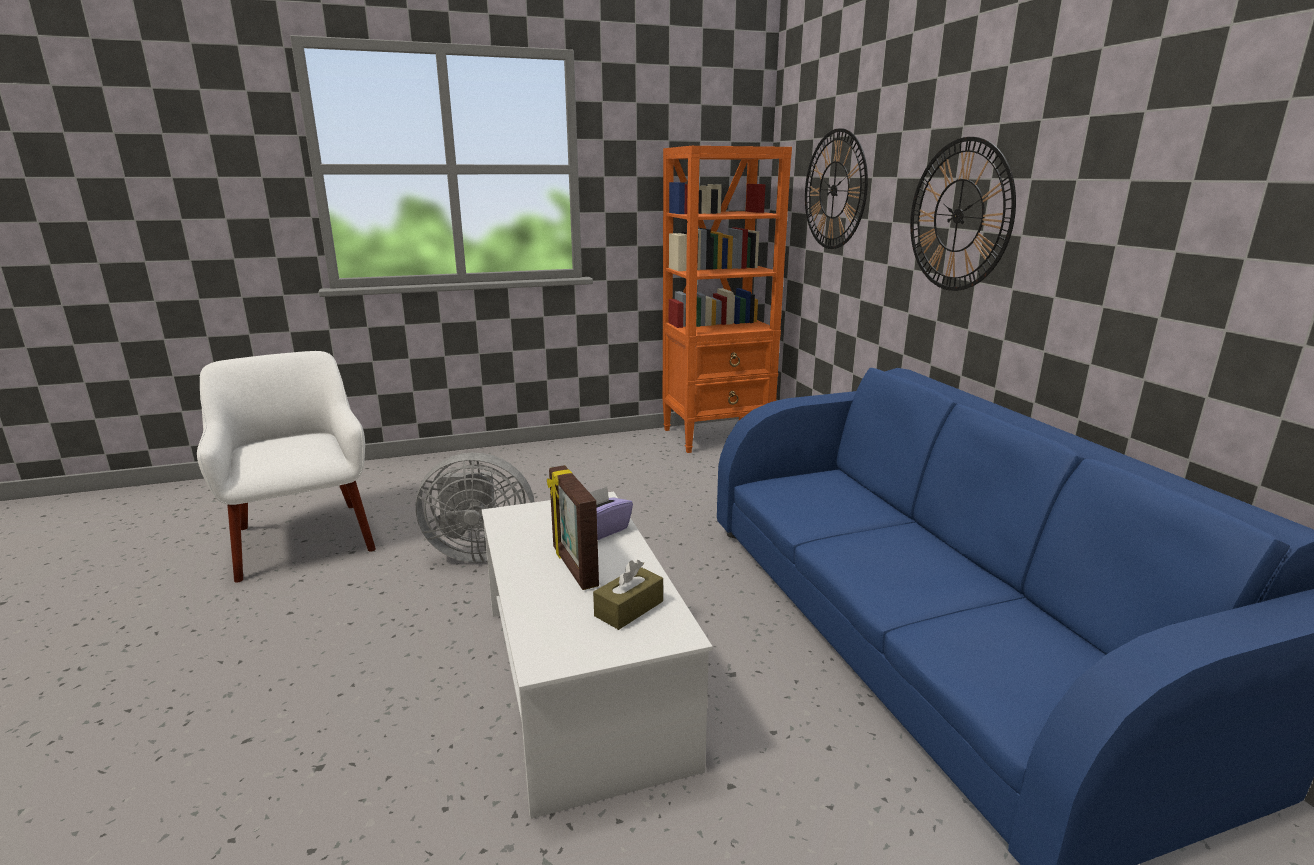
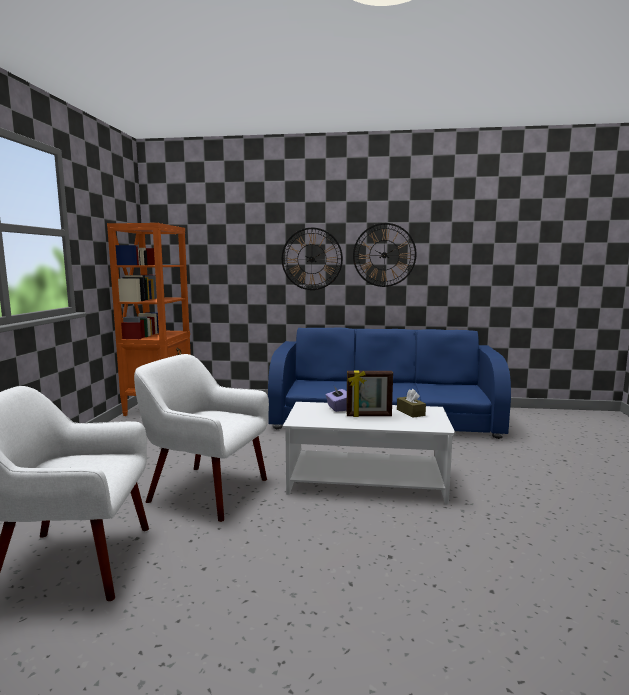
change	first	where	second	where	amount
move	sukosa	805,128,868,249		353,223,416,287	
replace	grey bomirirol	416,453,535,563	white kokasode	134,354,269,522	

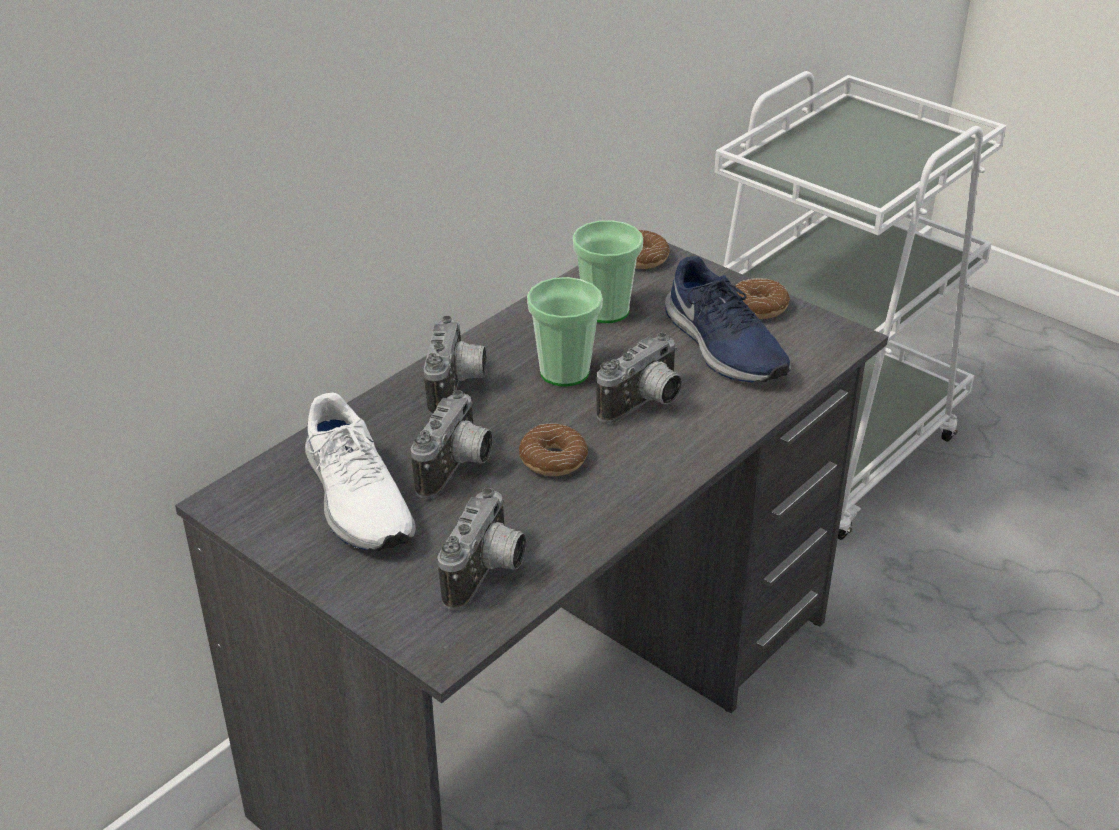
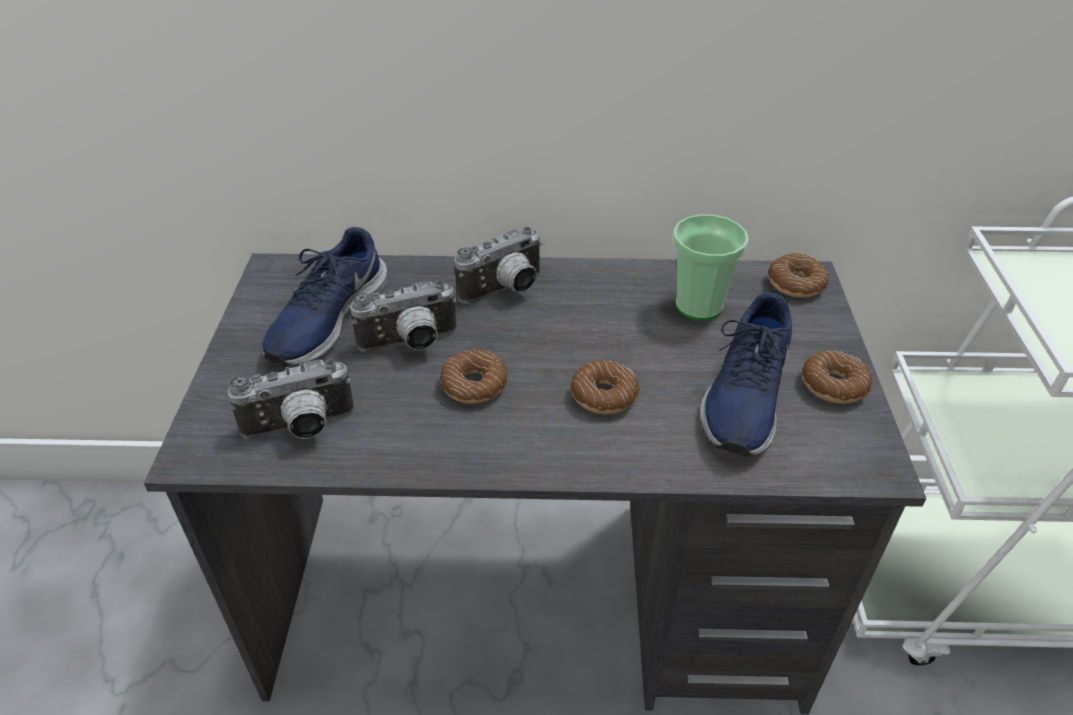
change	first	where	second	where	amount
delete	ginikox	527,277,603,387			
replace	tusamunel	596,333,682,423	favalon	570,360,640,415	
recolor	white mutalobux	305,393,416,551	blue mutalobux	262,227,387,366	

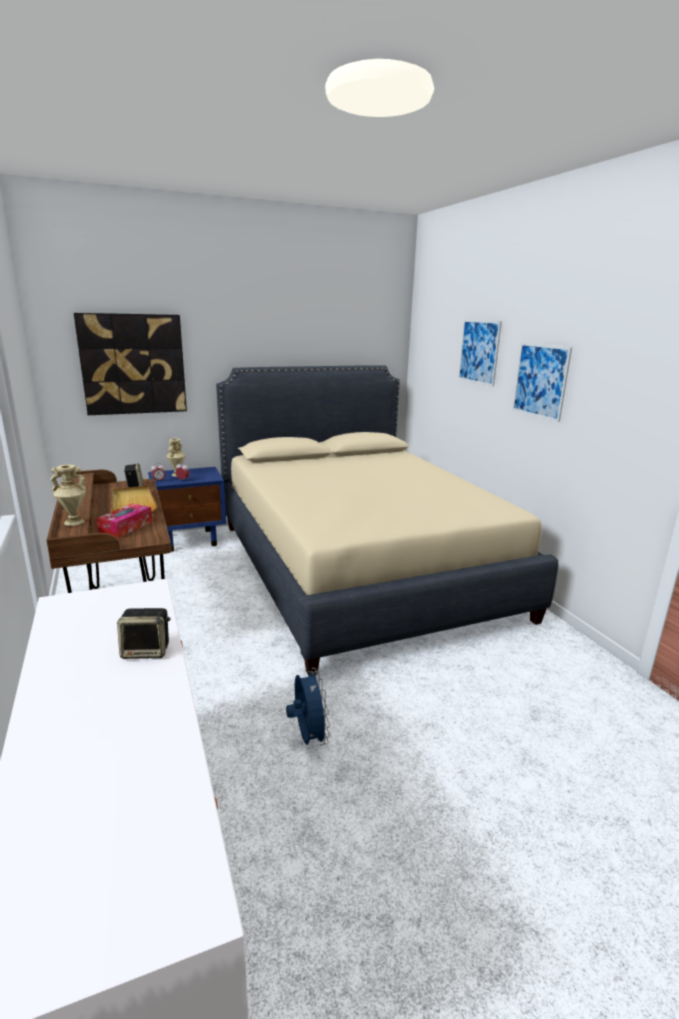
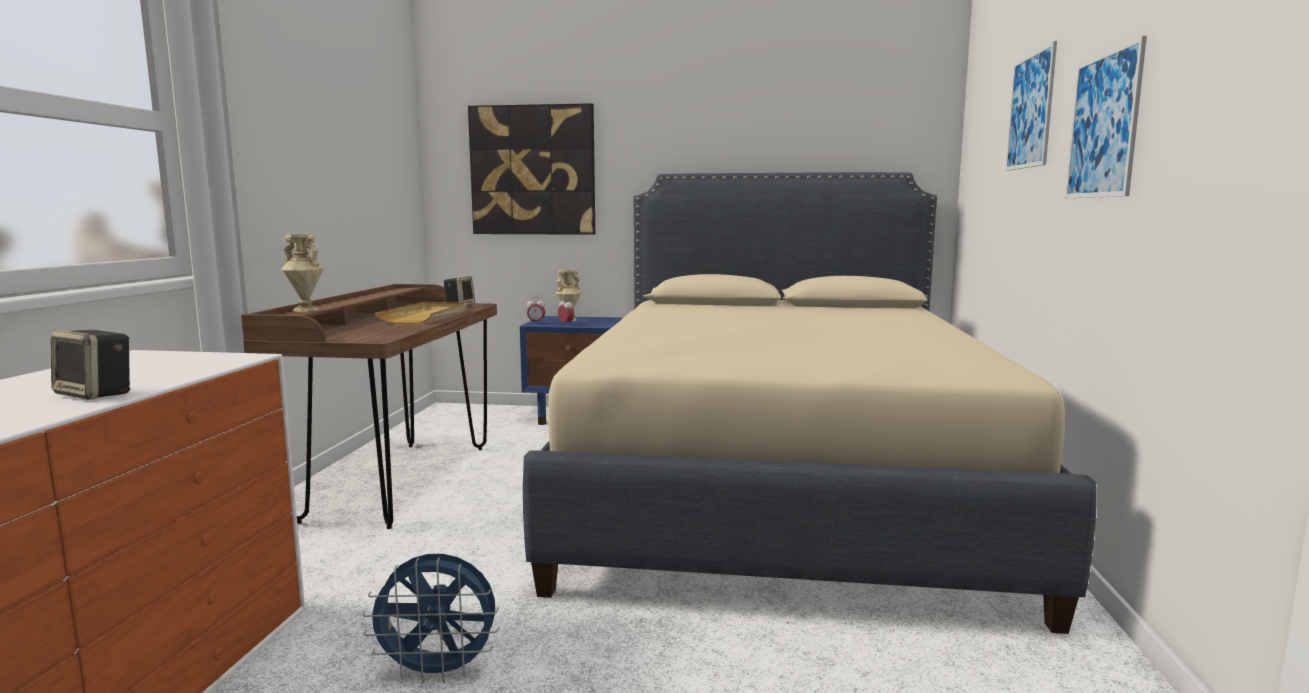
change	first	where	second	where	amount
delete	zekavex	96,503,152,538			
rotate	blue bomirirol	286,668,330,746		362,554,499,684	75 degrees clockwise

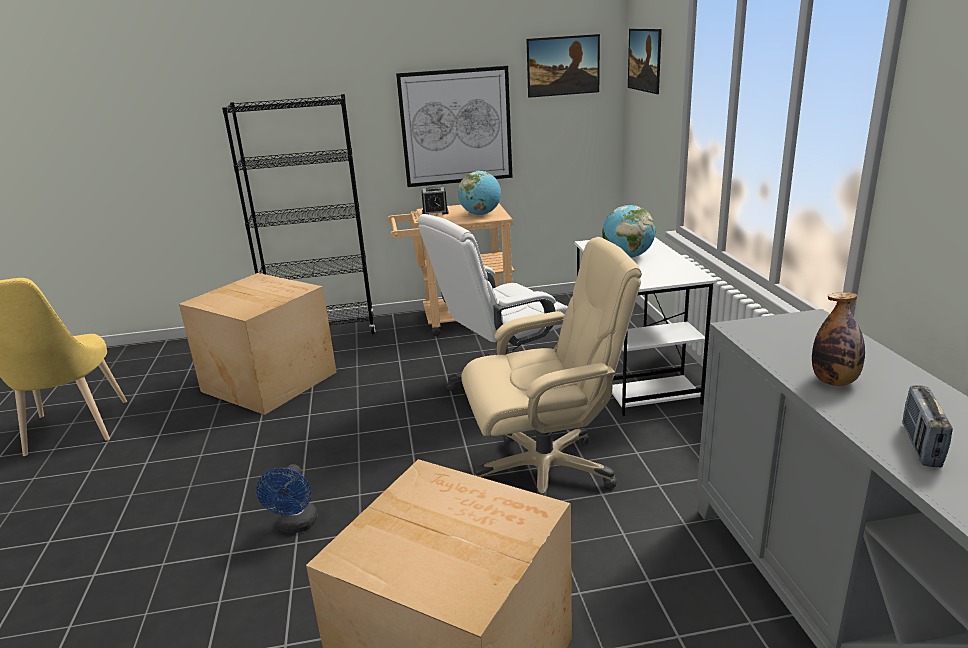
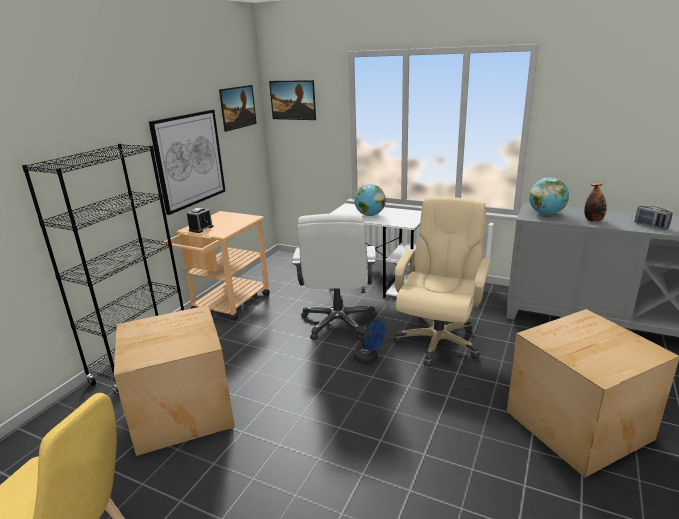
change	first	where	second	where	amount
move	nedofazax	458,171,501,215		529,177,569,215	
move	blue bomirirol	256,464,318,533		354,320,385,364	

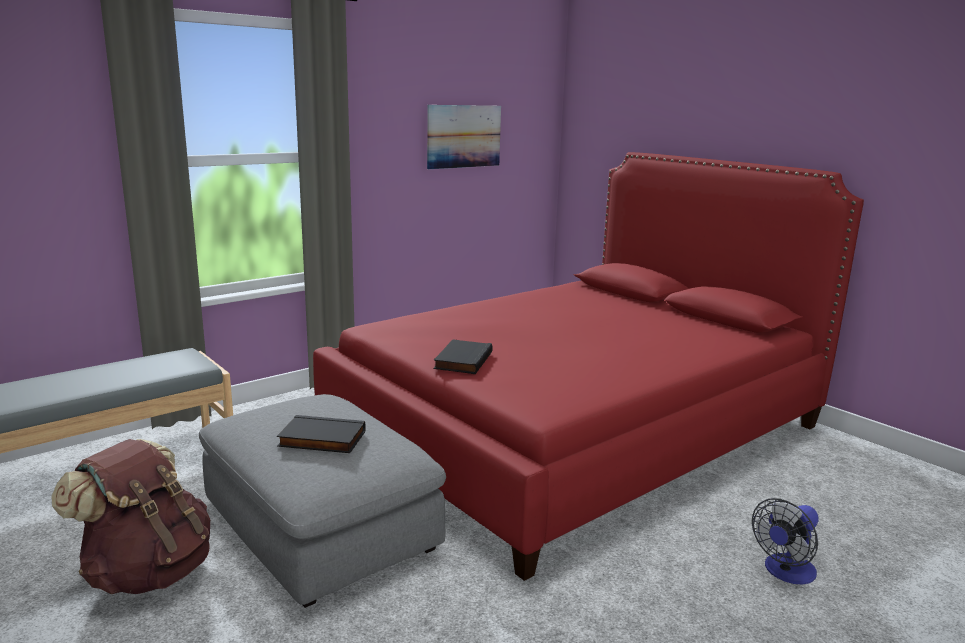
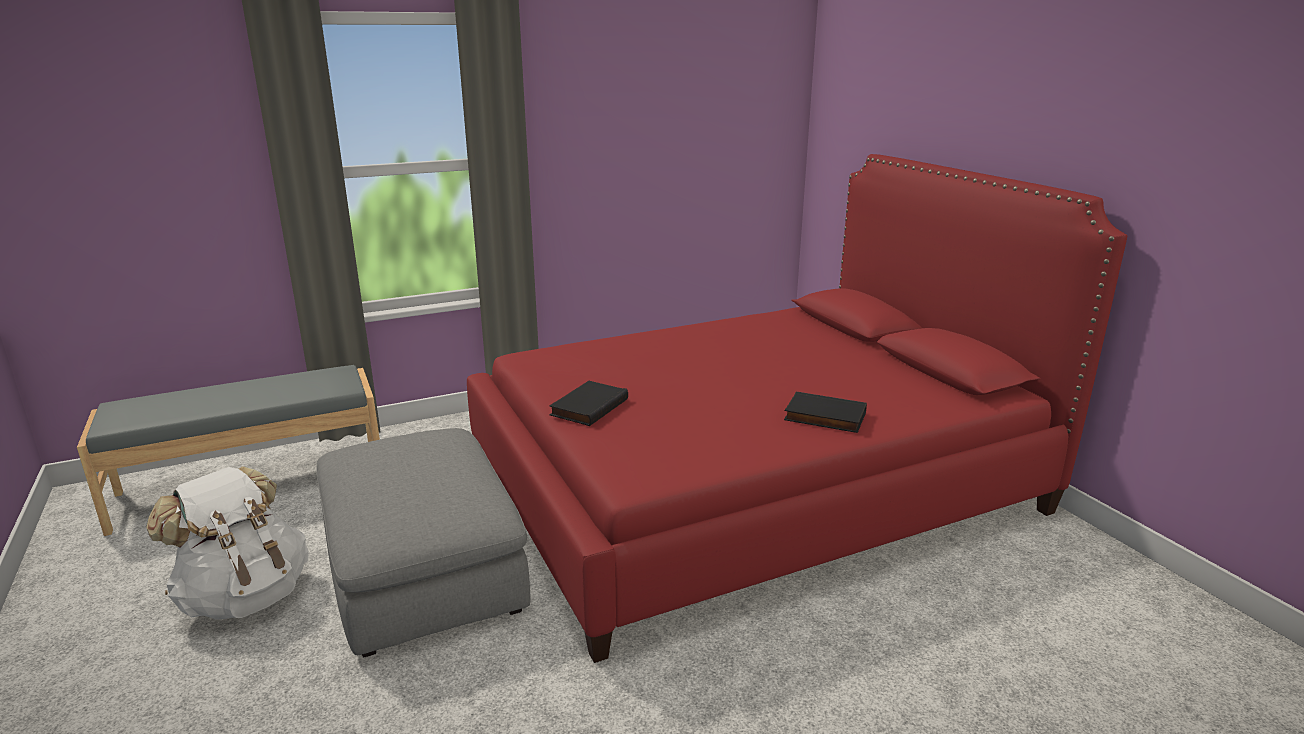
change	first	where	second	where	amount
delete	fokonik	427,105,501,169			
move	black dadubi	277,415,366,453		784,392,867,433	
recolor	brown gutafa	52,439,210,594	white gutafa	146,466,309,620	
delete	bomirirol	752,498,819,584			

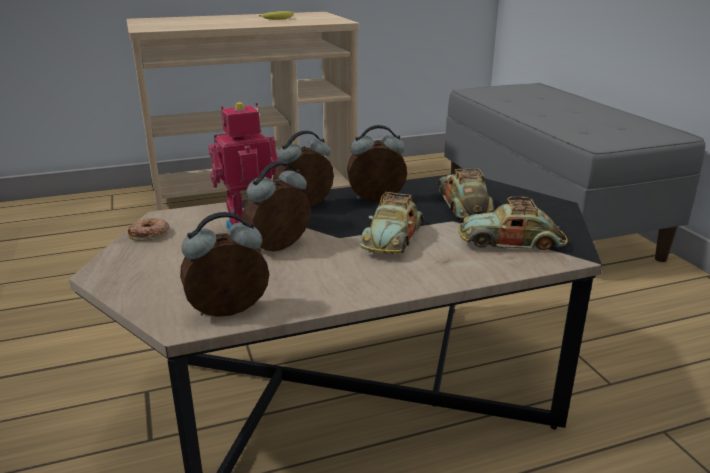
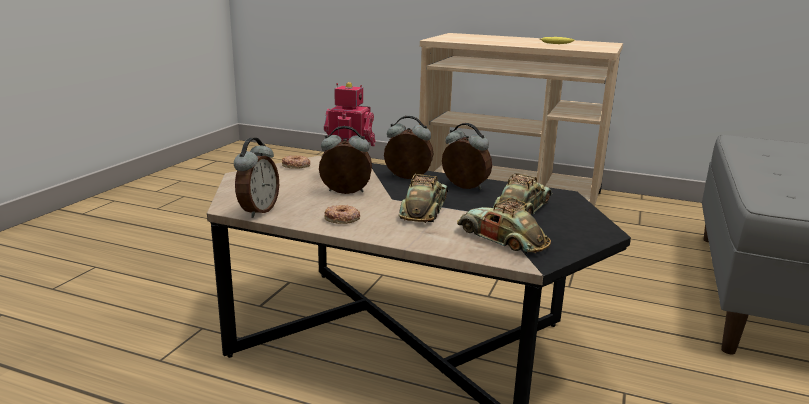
change	first	where	second	where	amount
rotate	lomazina	360,192,424,254		399,174,448,223	135 degrees clockwise
rotate	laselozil	180,212,269,317		234,138,279,218	90 degrees clockwise
insert			favalon	324,205,360,224	

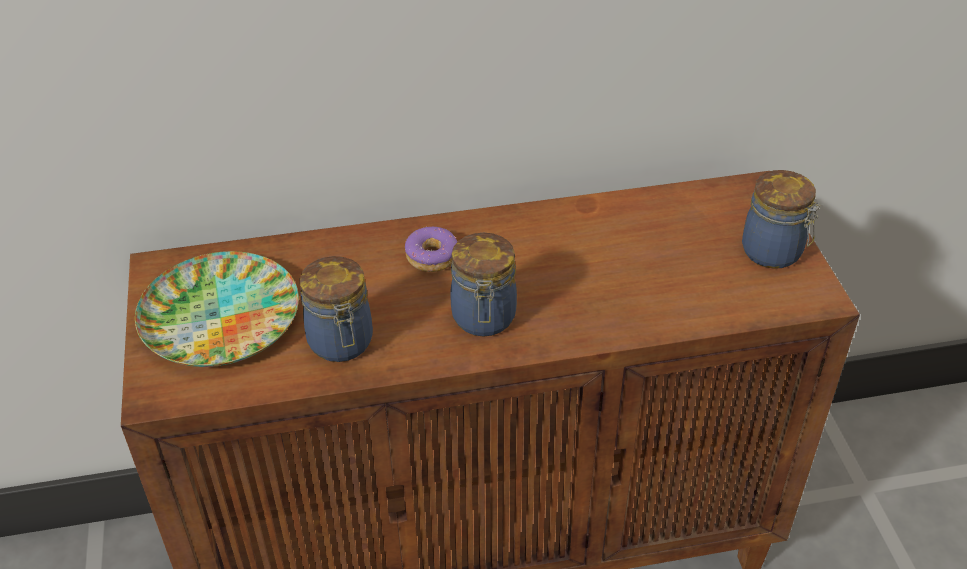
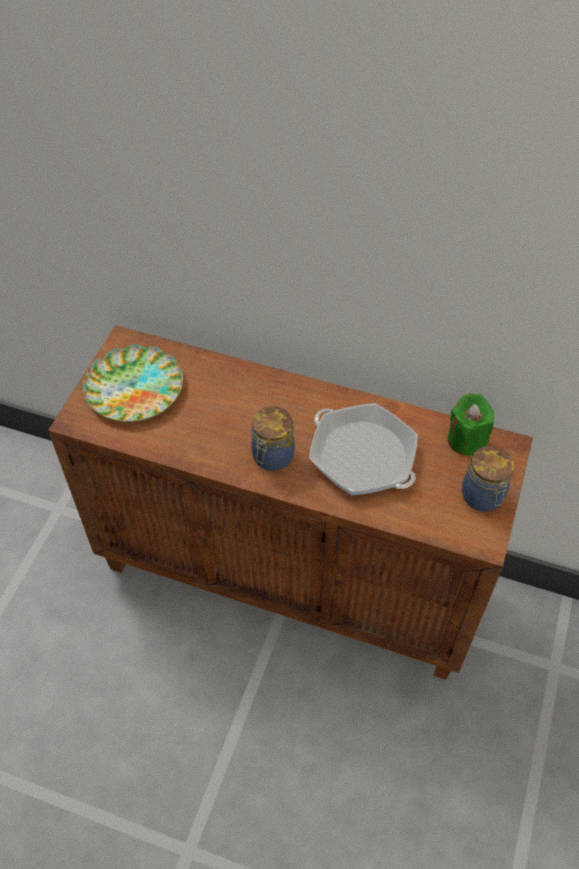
change	first	where	second	where	amount
delete	favalon	405,227,457,272			
delete	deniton	299,256,373,362			
insert			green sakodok	448,393,494,456	
insert			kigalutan	309,403,418,495	

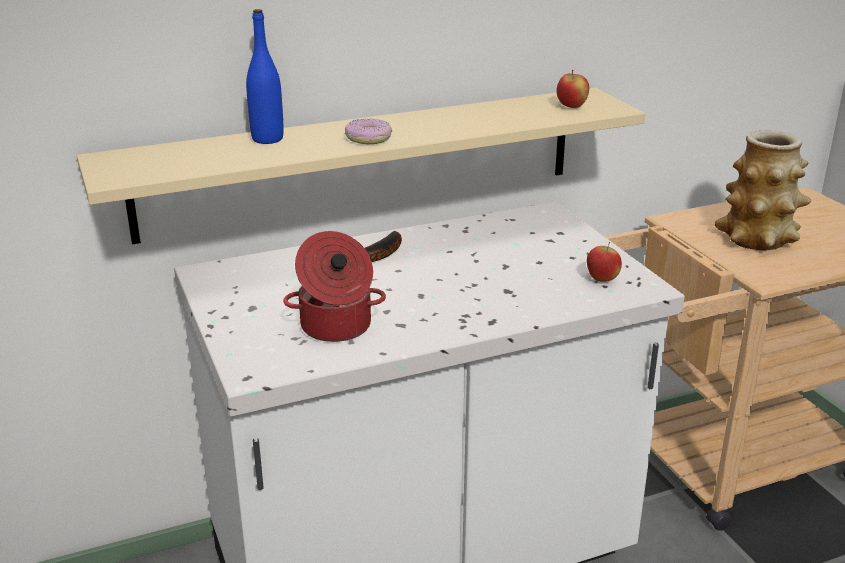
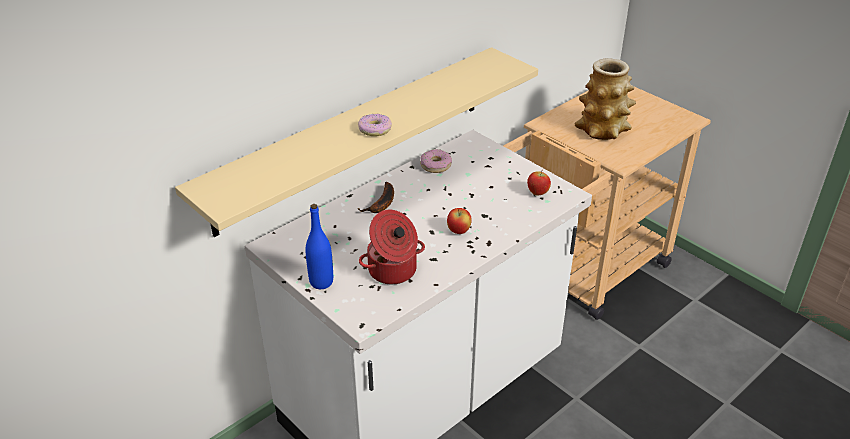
change	first	where	second	where	amount
move	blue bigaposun	246,9,284,144		305,204,333,289	
move	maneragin	557,70,589,108		447,208,472,234	
insert			favalon	420,149,452,173	

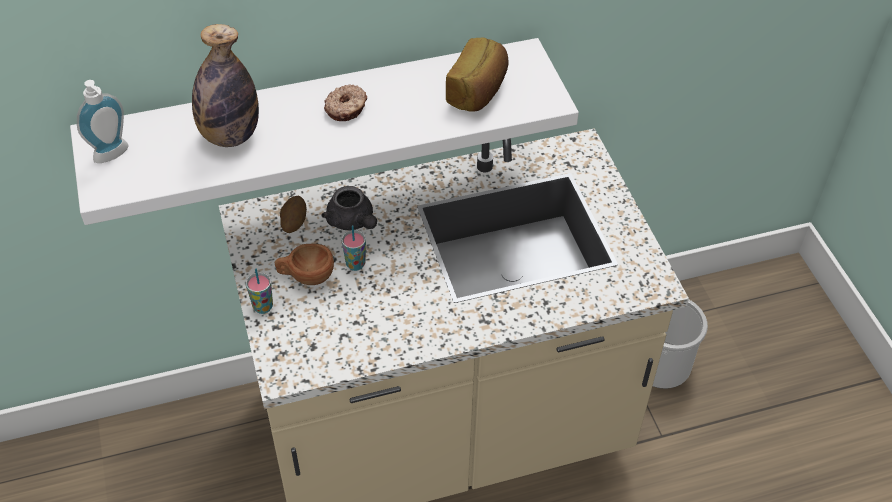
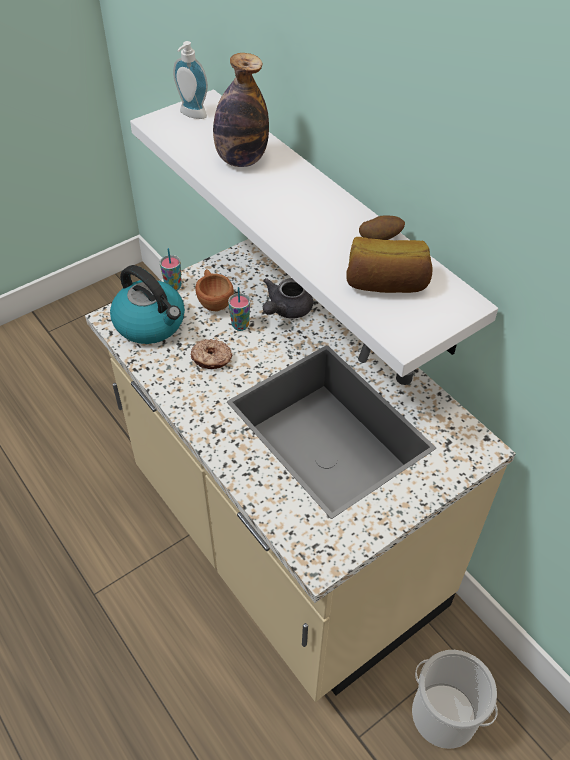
change	first	where	second	where	amount
move	favalon	324,84,367,121		190,339,232,369	
move	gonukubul	280,196,307,233		359,215,405,240	
insert			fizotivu	110,265,185,344	

